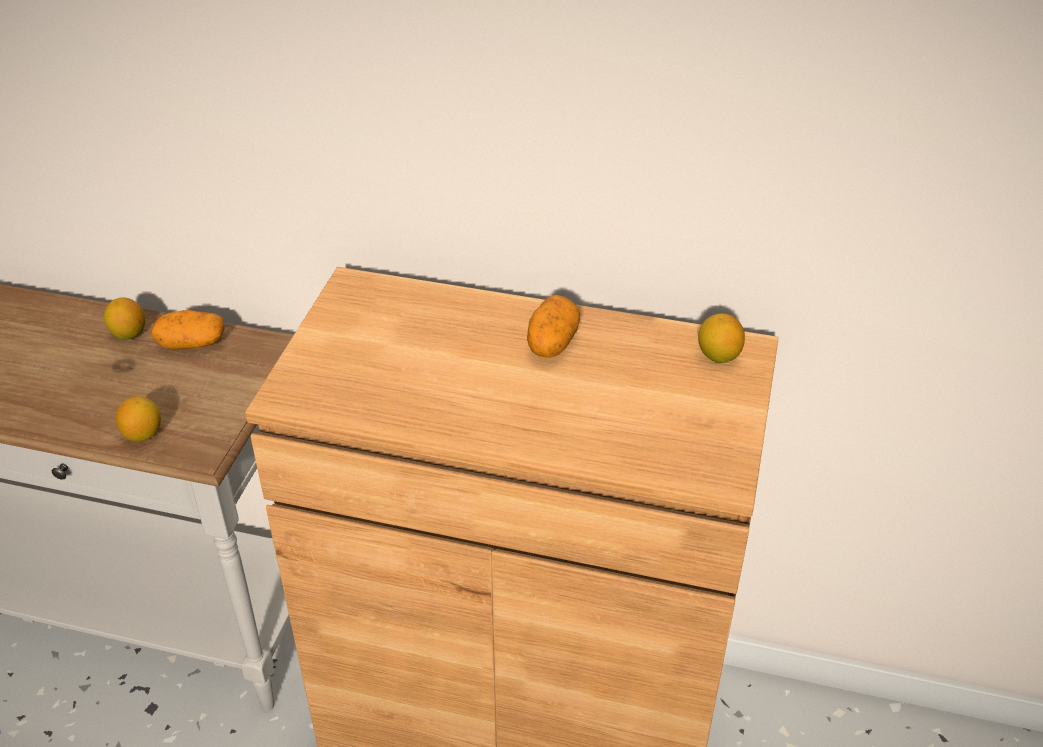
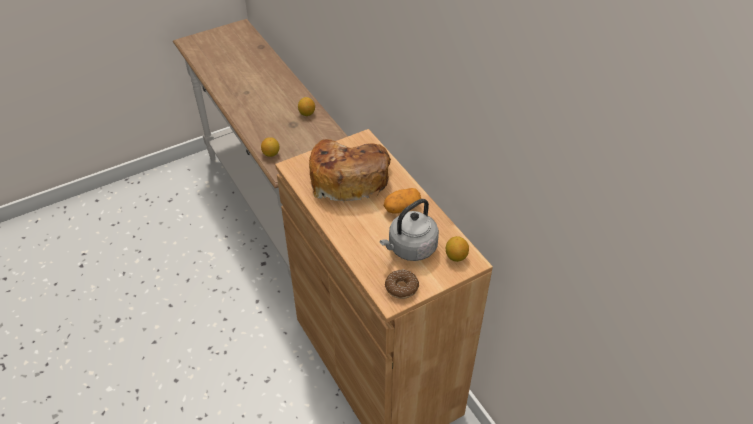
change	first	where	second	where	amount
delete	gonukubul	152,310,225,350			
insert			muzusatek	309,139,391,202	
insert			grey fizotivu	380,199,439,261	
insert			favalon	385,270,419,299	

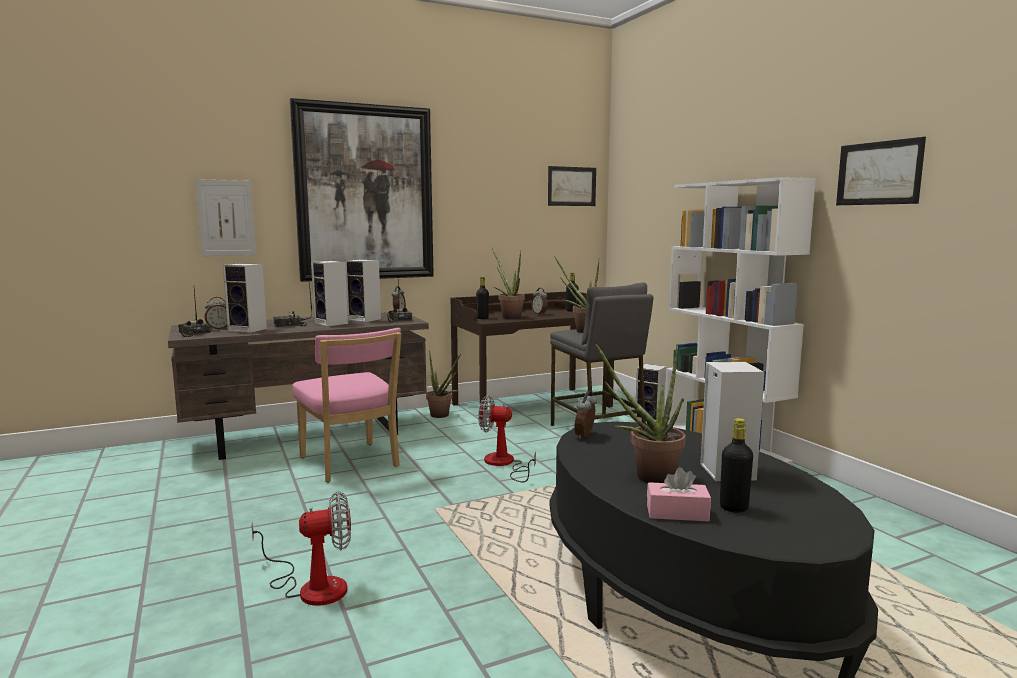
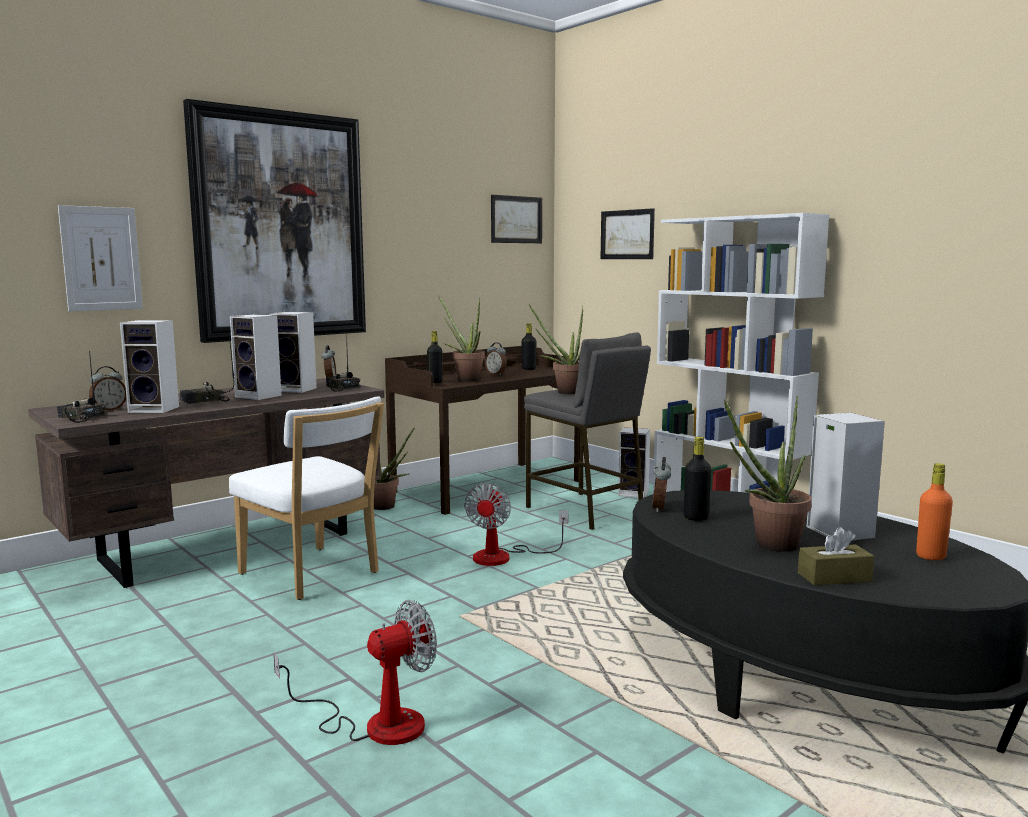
change	first	where	second	where	amount
move	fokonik	836,137,926,205		601,208,655,259	
recolor	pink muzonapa	293,328,402,482	white muzonapa	229,396,384,600	
rotate	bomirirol	478,395,536,482		464,483,568,566	75 degrees counterclockwise
move	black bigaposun	720,418,753,513		684,437,711,521	
recolor	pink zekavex	647,467,711,521	brown zekavex	798,527,874,585	
insert			orange bigaposun	916,463,953,560	

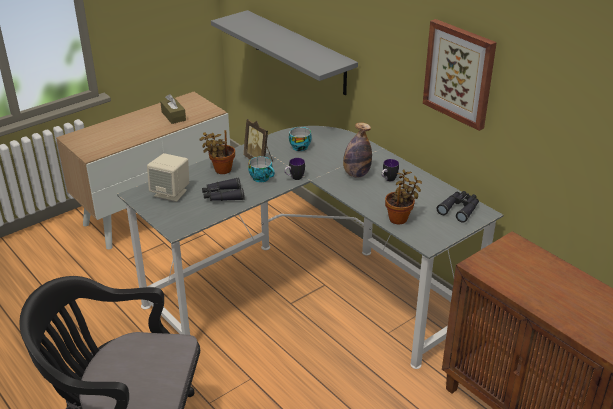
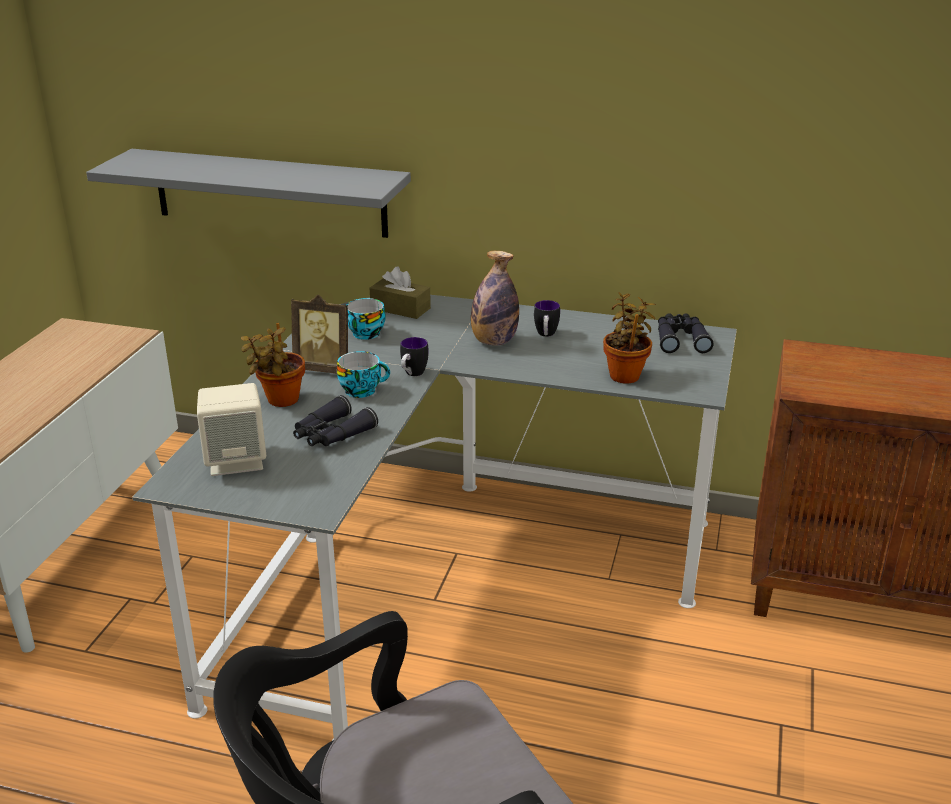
change	first	where	second	where	amount
delete	fokonik	423,19,497,131			
move	brown zekavex	160,94,186,124		370,266,431,319	

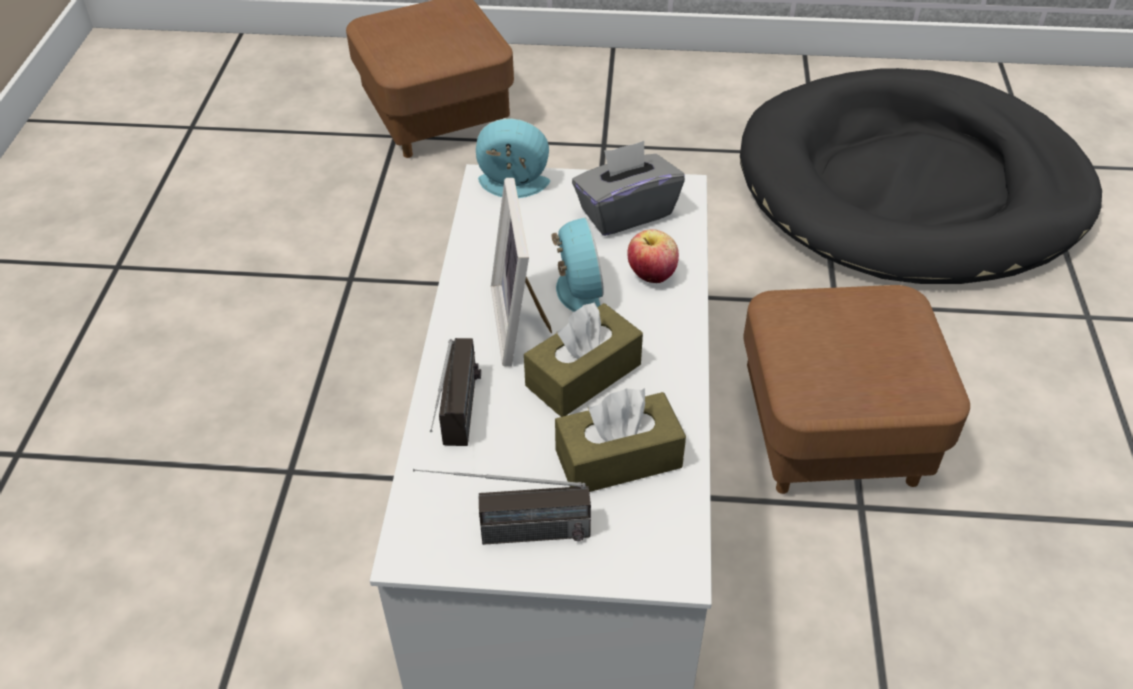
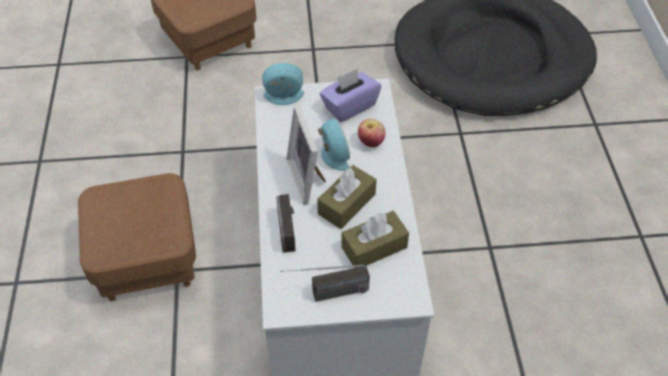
change	first	where	second	where	amount
recolor	grey zekavex	572,141,685,236	purple zekavex	320,69,381,122	
move	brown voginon	743,285,970,494		78,173,196,301	

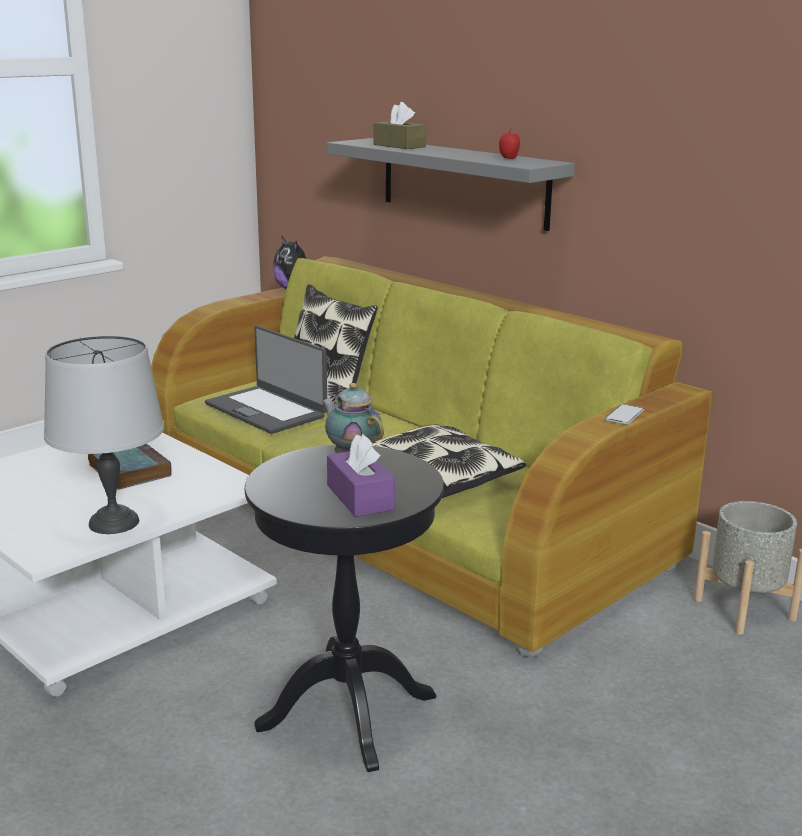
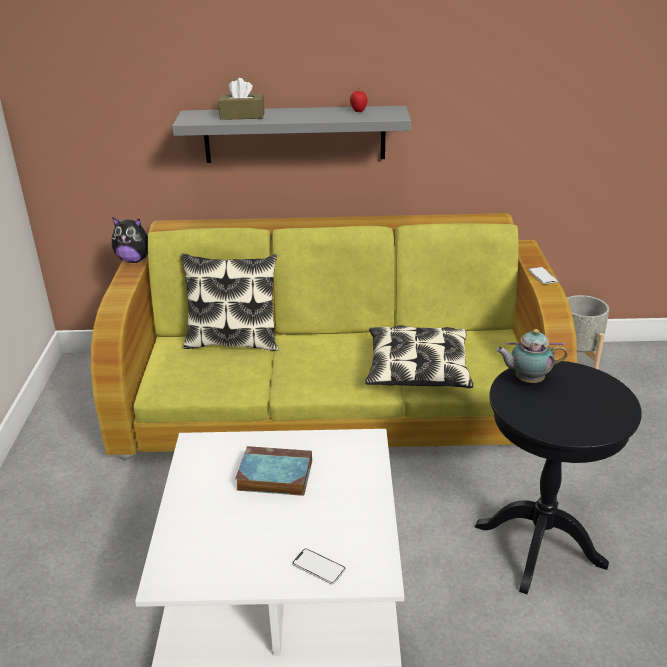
change	first	where	second	where	amount
delete	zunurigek	205,326,327,434			
delete	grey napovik	44,335,164,534			
delete	purple zekavex	327,434,395,517			
insert			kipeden	292,549,346,584	

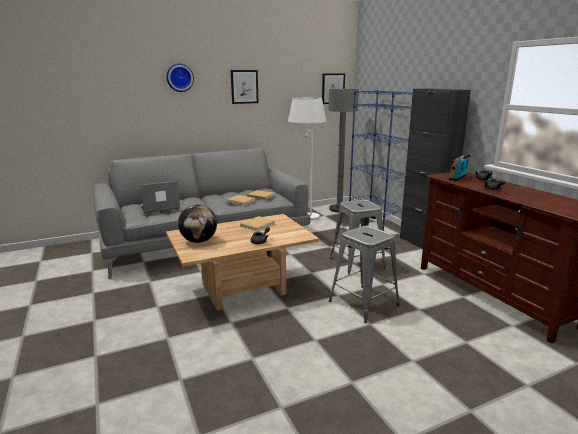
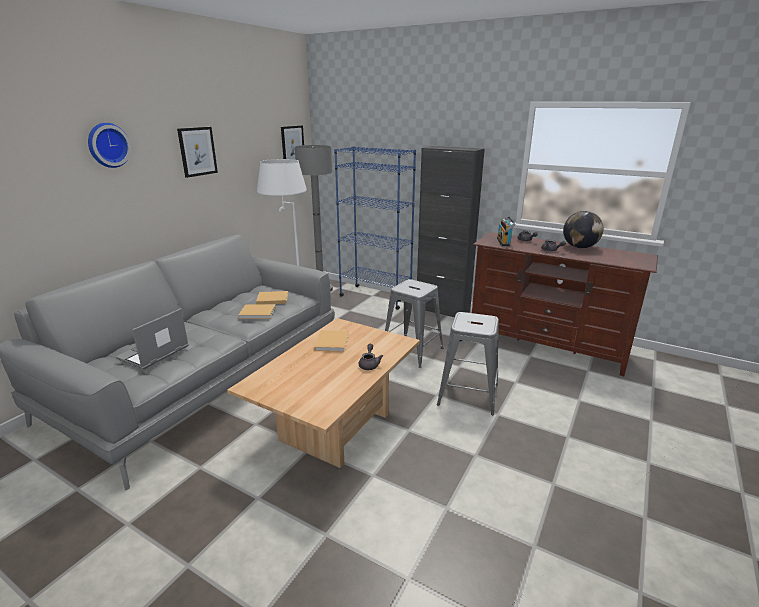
change	first	where	second	where	amount
move	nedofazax	178,205,217,243		563,211,604,248	

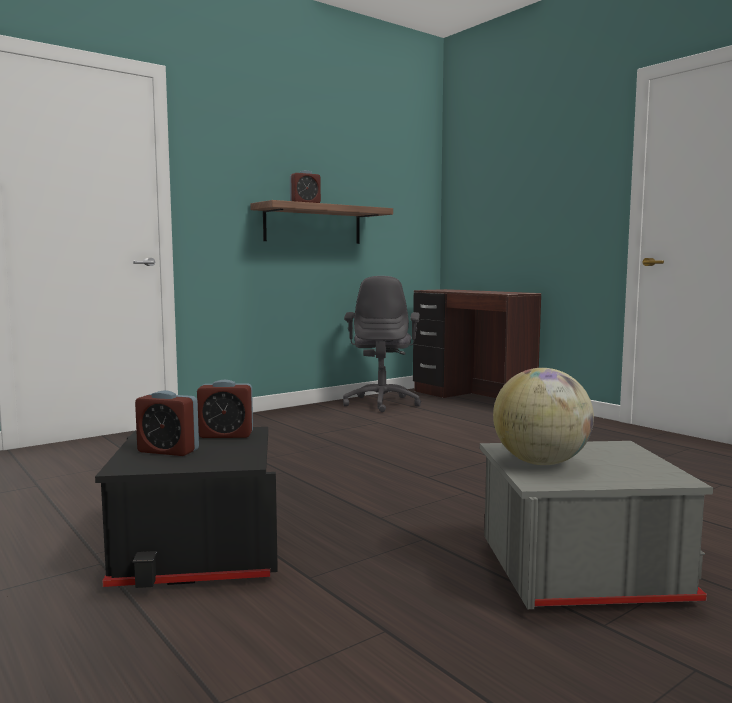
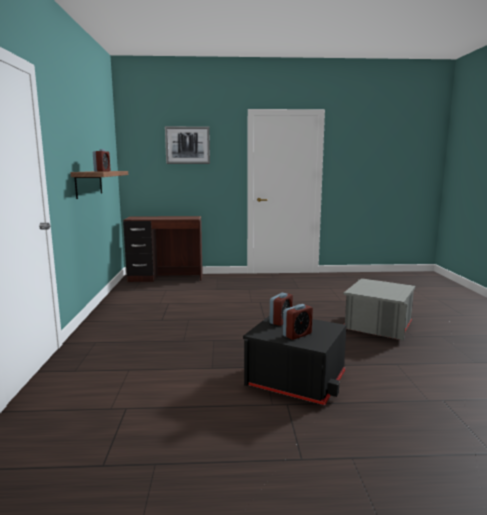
change	first	where	second	where	amount
delete	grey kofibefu	343,276,421,412			
delete	nedofazax	493,368,594,465			
insert			fokonik	165,126,210,164	

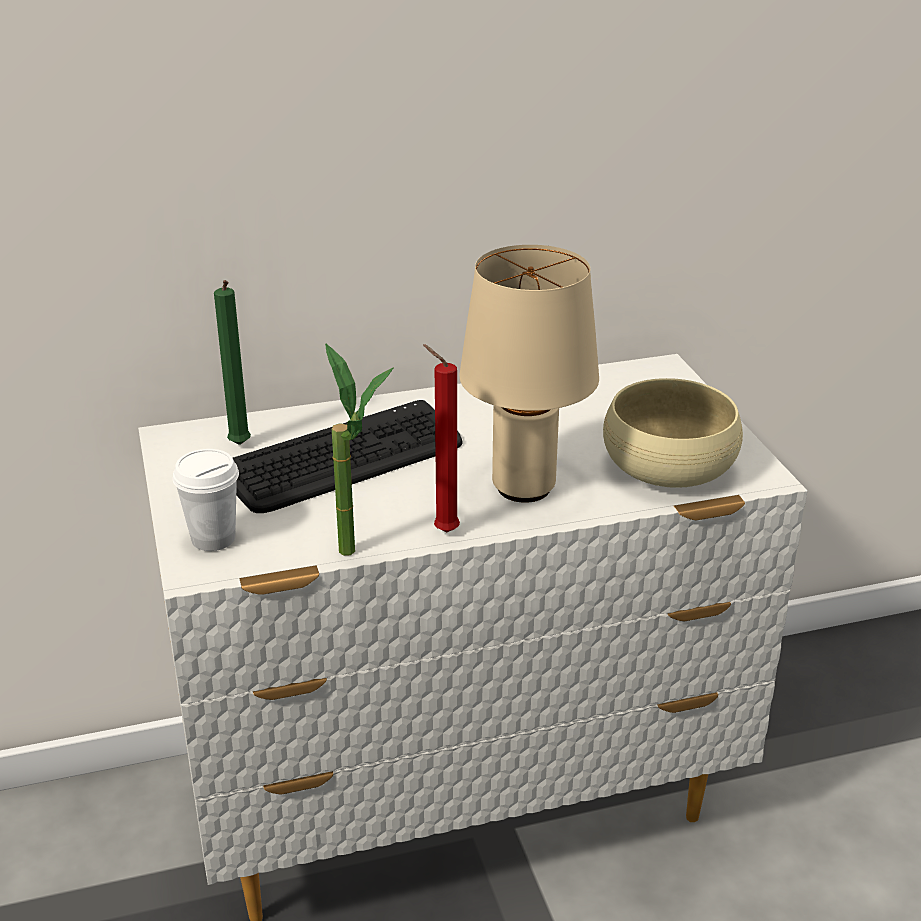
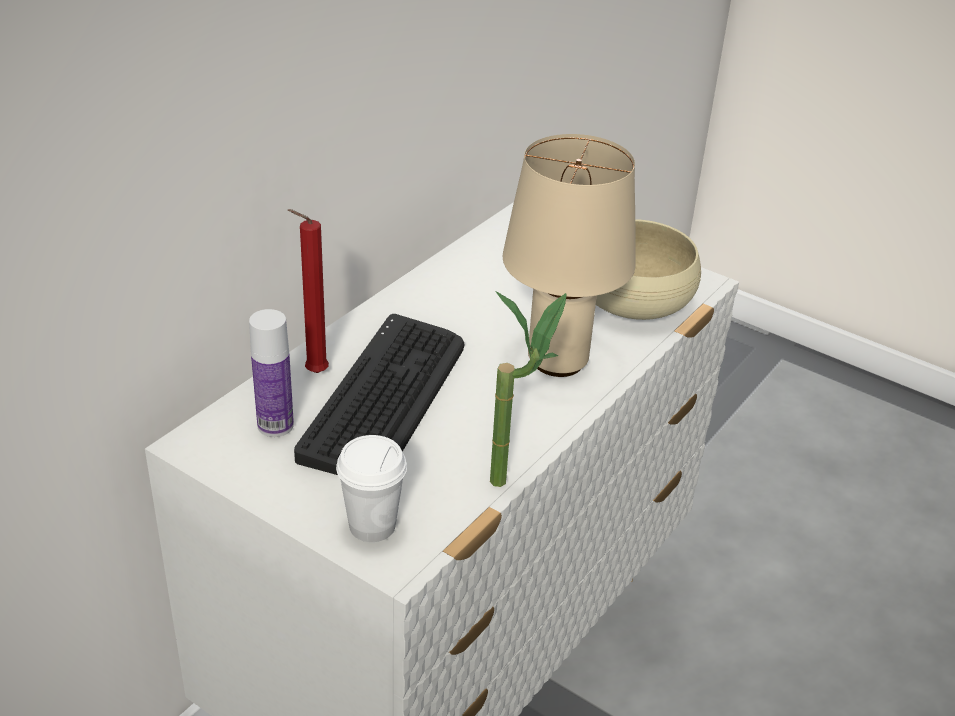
change	first	where	second	where	amount
replace	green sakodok	214,280,251,445	bigaposun	249,309,294,437	
move	red sakodok	423,344,460,532		288,209,329,373	

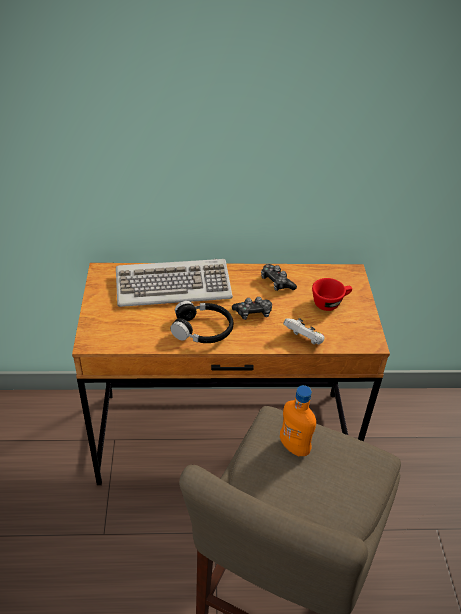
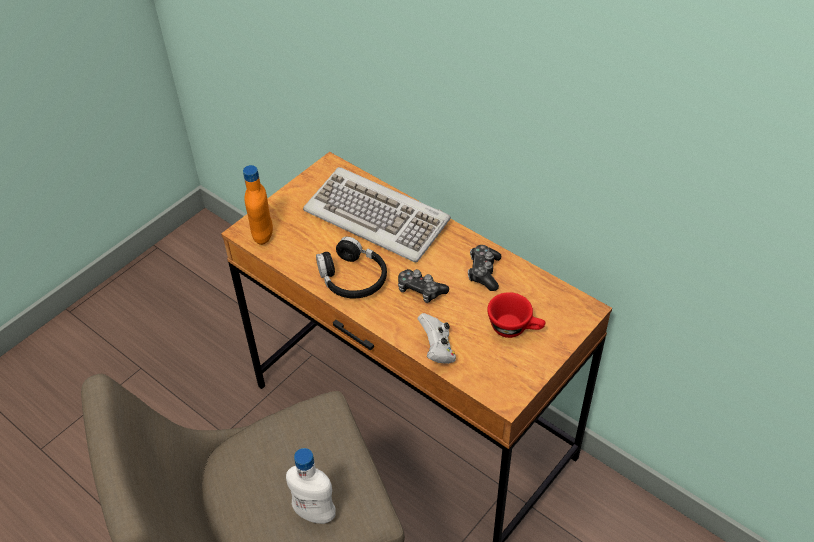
change	first	where	second	where	amount
move	orange bigaposun	280,385,316,456		243,165,273,245	
insert			white bigaposun	286,448,336,524	

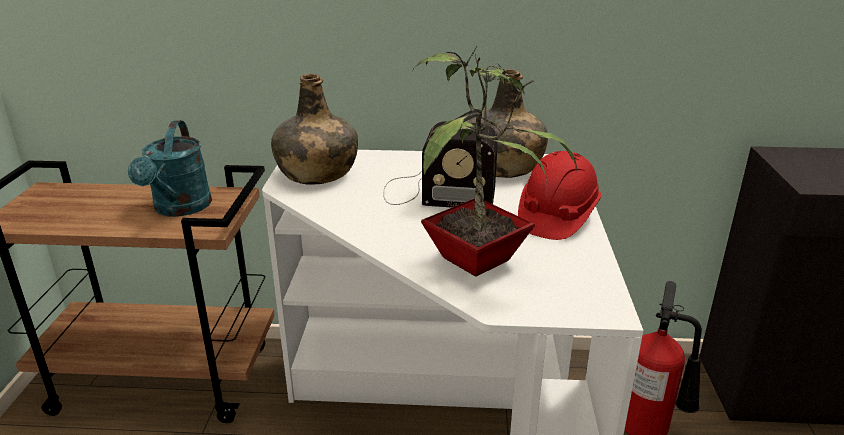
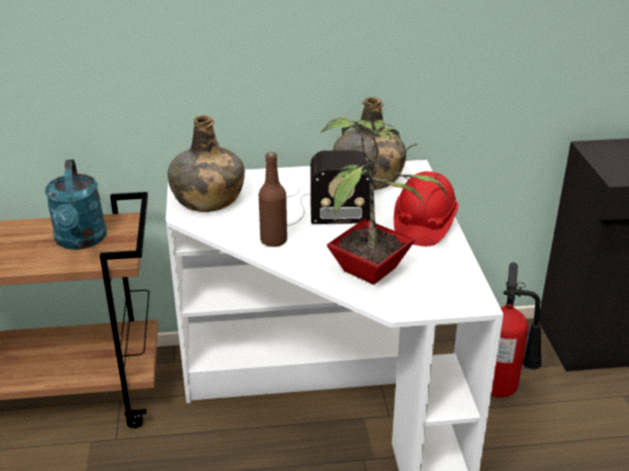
change	first	where	second	where	amount
insert			brown bigaposun	259,152,287,247	

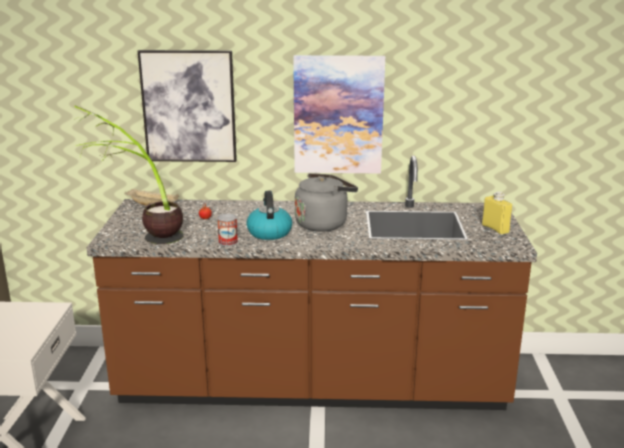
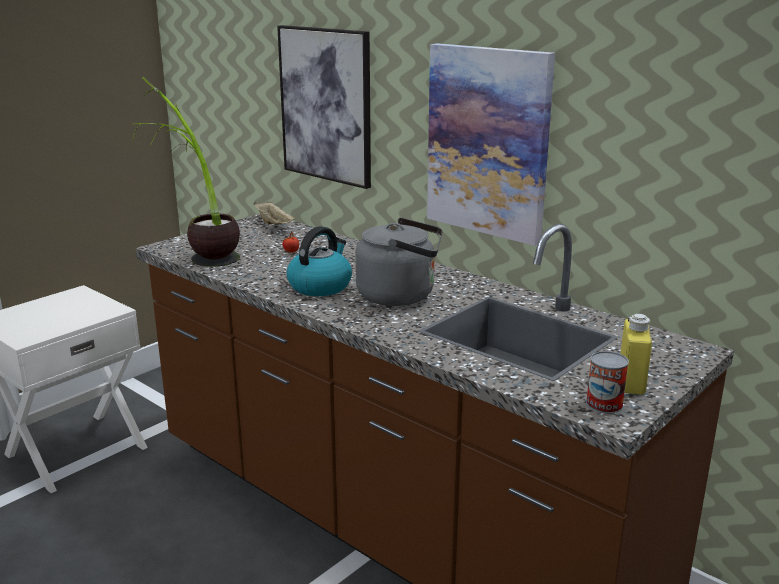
change	first	where	second	where	amount
move	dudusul	217,214,238,246		586,351,629,414	

